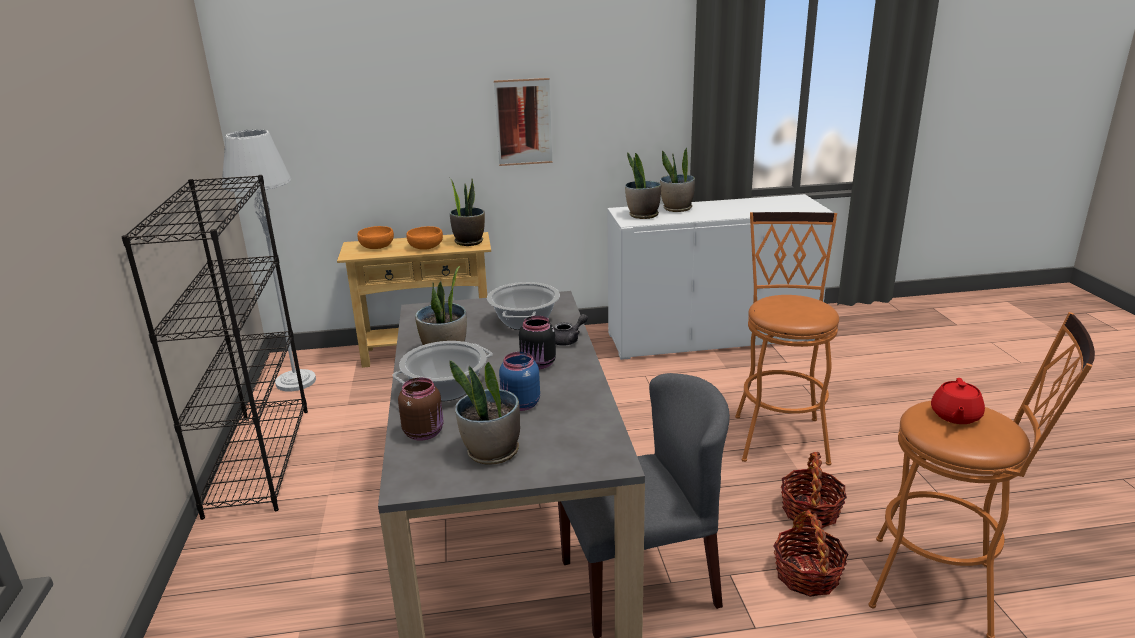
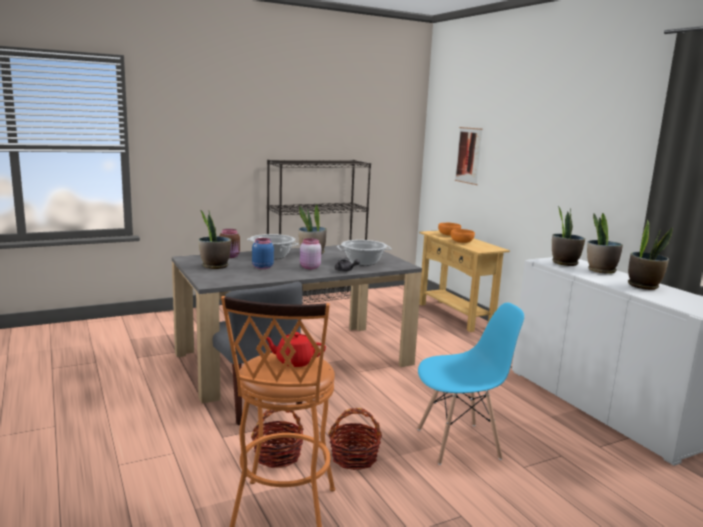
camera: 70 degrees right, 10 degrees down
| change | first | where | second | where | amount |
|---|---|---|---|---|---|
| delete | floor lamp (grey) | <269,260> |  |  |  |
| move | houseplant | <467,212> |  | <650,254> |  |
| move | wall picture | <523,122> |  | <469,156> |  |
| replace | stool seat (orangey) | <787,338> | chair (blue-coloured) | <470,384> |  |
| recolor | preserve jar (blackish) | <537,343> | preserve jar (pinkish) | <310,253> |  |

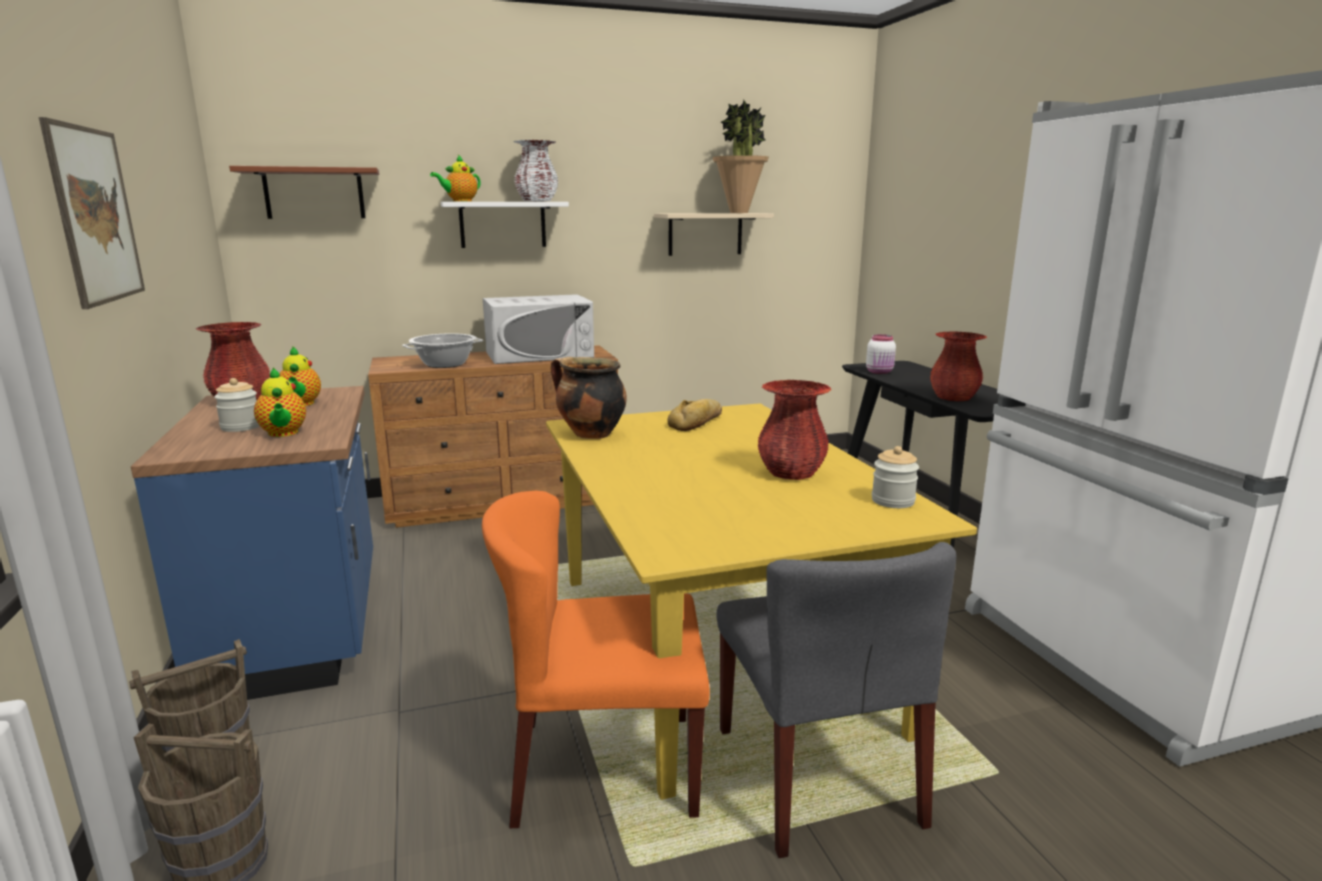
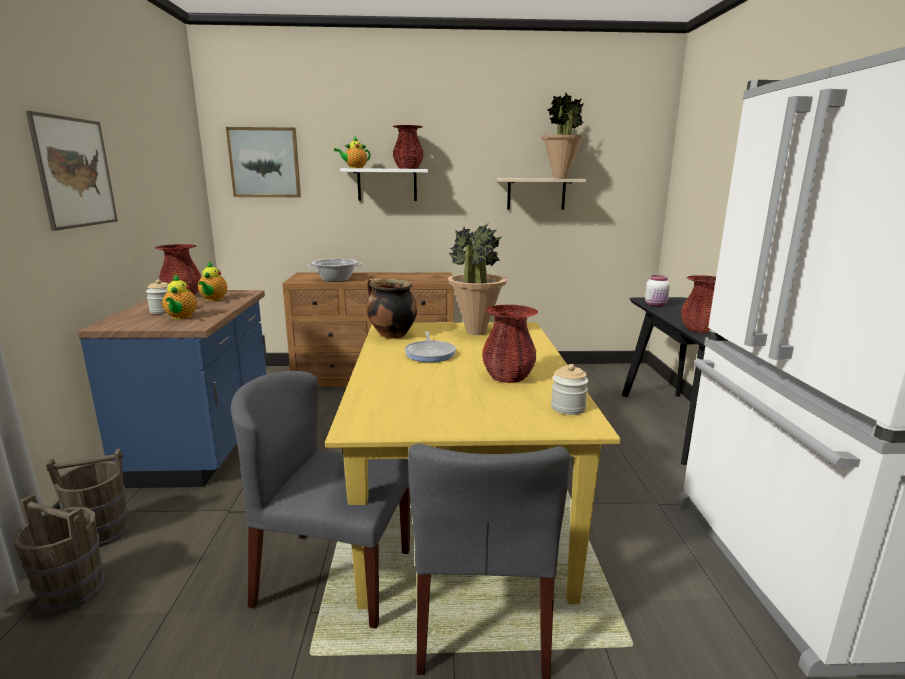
camera: 15 degrees right, 0 degrees up
| change | first | where | second | where | amount |
|---|---|---|---|---|---|
| delete | microwave (white) | <538,329> |  |  |  |
| insert |  |  | frying pan | <430,346> |  |
| replace | bracket shelf (brownish) | <304,192> | wall picture | <263,162> |  |
| replace | bakery bread | <694,415> | houseplant | <477,279> |  |
| recolor | chair (orangey) | <596,659> | chair (grey) | <320,500> |  |
| recolor | vase (white) | <535,170> | vase (reddish) | <408,147> |  |

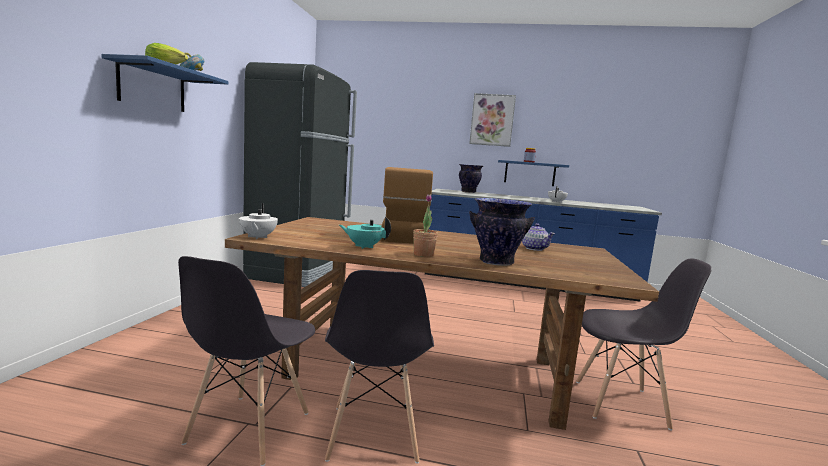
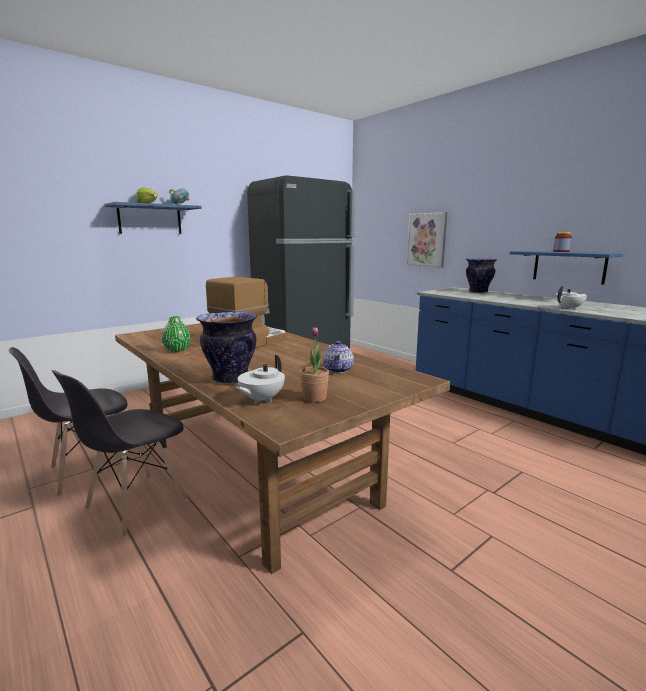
camera: 40 degrees right, 5 degrees up
| change | first | where | second | where | amount |
|---|---|---|---|---|---|
| delete | chair (grey) | <644,344> |  |  |  |
| move | pot for tea (white) | <258,221> |  | <260,379> |  |
| move | houseplant | <425,226> |  | <314,365> |  |
| move | wall picture | <492,120> |  | <427,240> |  |
| replace | pot for tea (turquoise) | <365,233> | vase (green) | <176,334> |  |

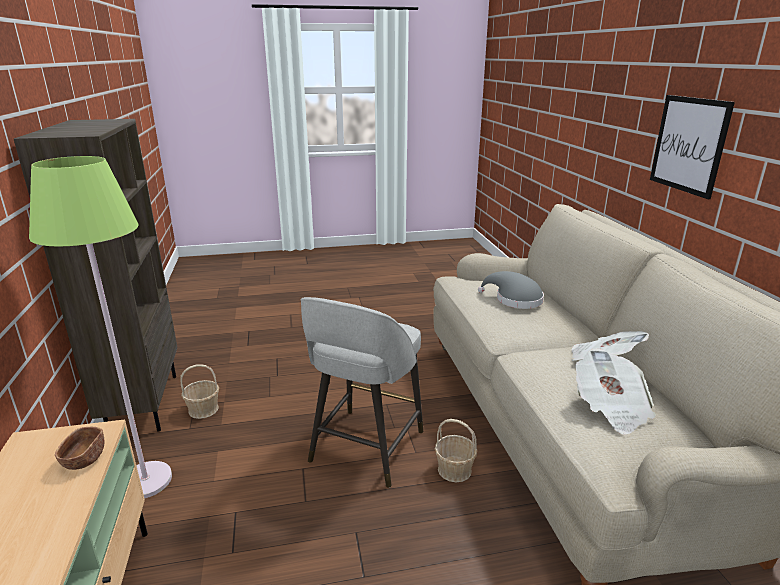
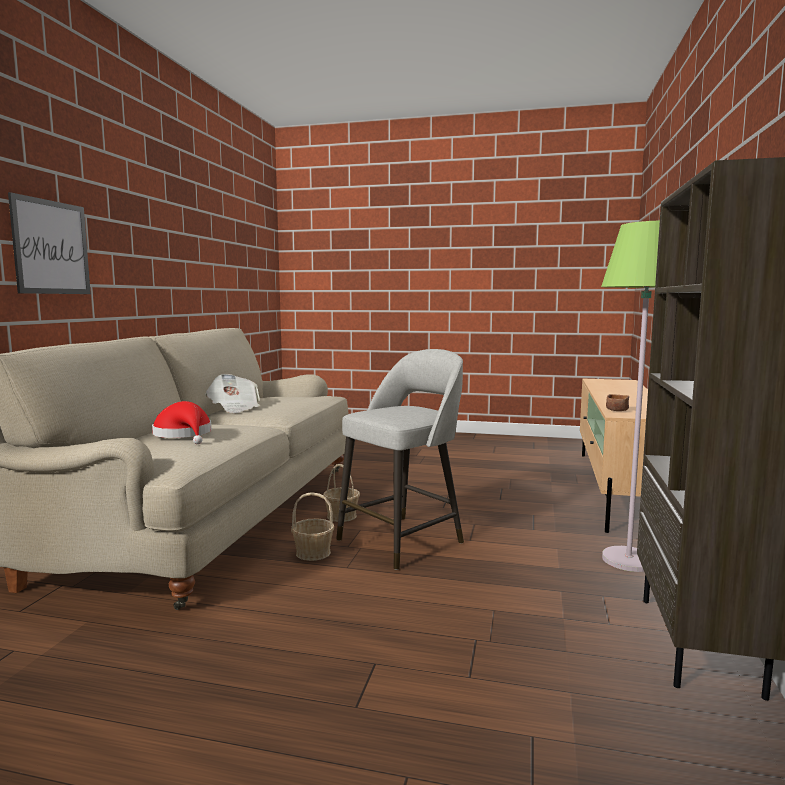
camera: 155 degrees left, 15 degrees down
| change | first | where | second | where | amount |
|---|---|---|---|---|---|
| delete | newspaper | <615,391> |  |  |  |
| move | basket | <199,391> |  | <312,526> |  |
| recolor | hat (grey) | <511,290> | hat (reddish) | <182,422> |  |

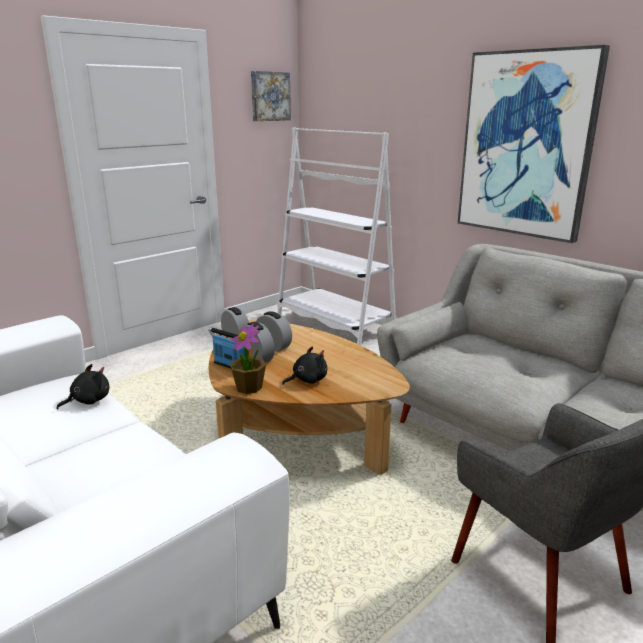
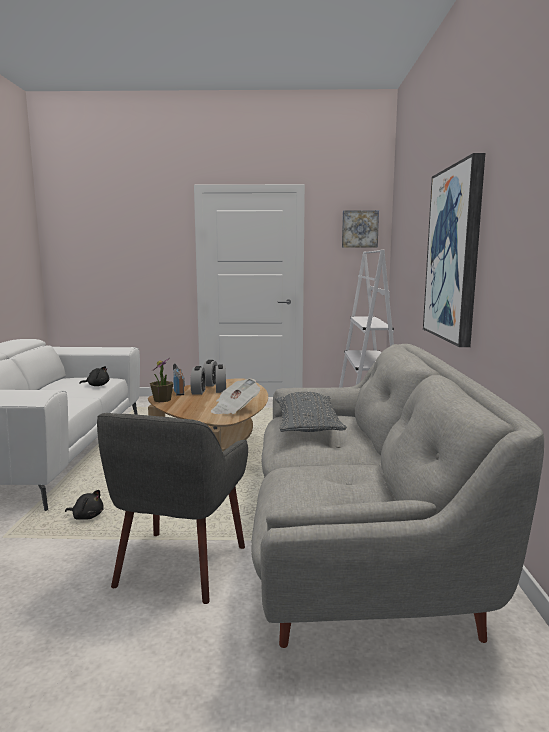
camera: 45 degrees right, 10 degrees down
| change | first | where | second | where | amount |
|---|---|---|---|---|---|
| insert |  |  | newspaper | <235,396> |  |
| insert |  |  | pillow (grey) | <311,412> |  |
| move | soft toy (blackish) | <304,365> |  | <84,505> |  |

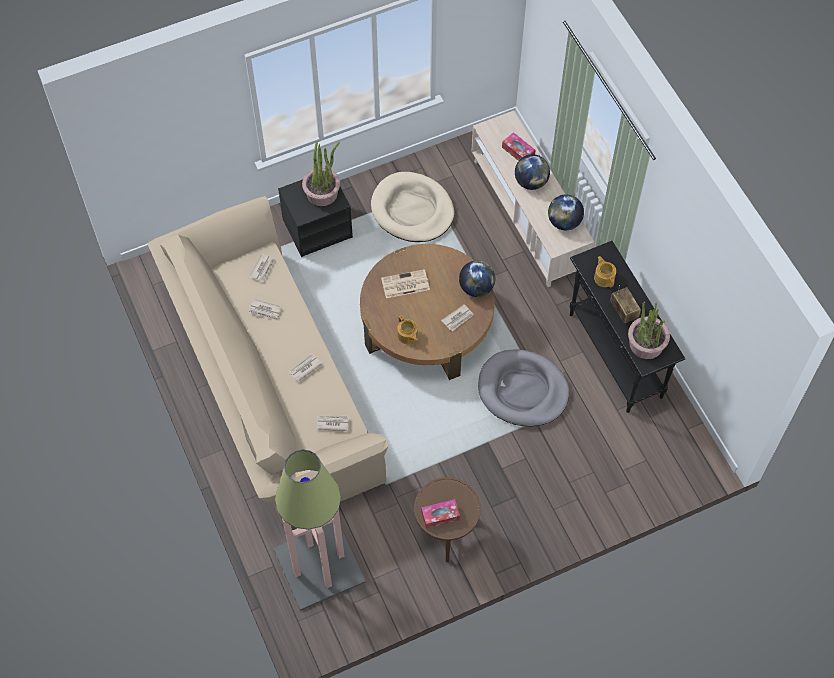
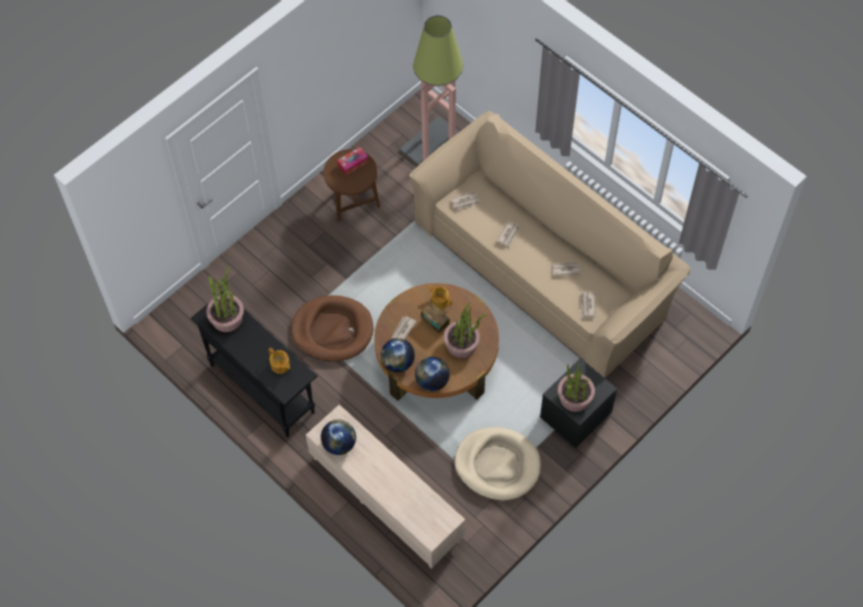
camera: 160 degrees right, 0 degrees up
| change | first | where | second | where | amount |
|---|---|---|---|---|---|
| delete | box of tissues | <518,146> |  |  |  |
| move | desk globe | <532,172> |  | <432,374> |  |
| move | radio set | <625,304> |  | <435,318> |  |
| replace | newspaper | <405,283> | houseplant | <465,330> |  |
| recolor | pet bed (grey) | <523,388> | pet bed (brownish) | <332,328> |  |

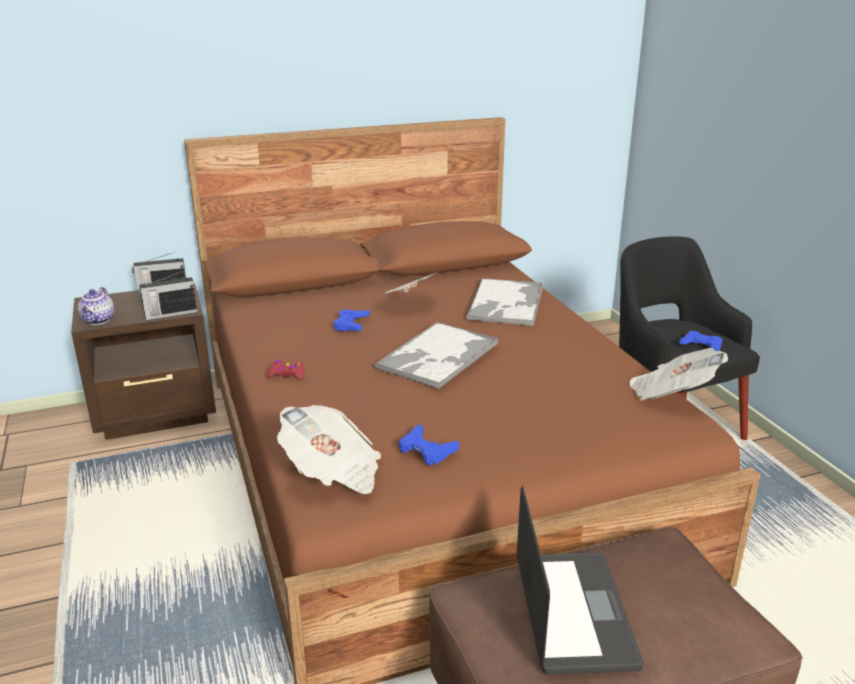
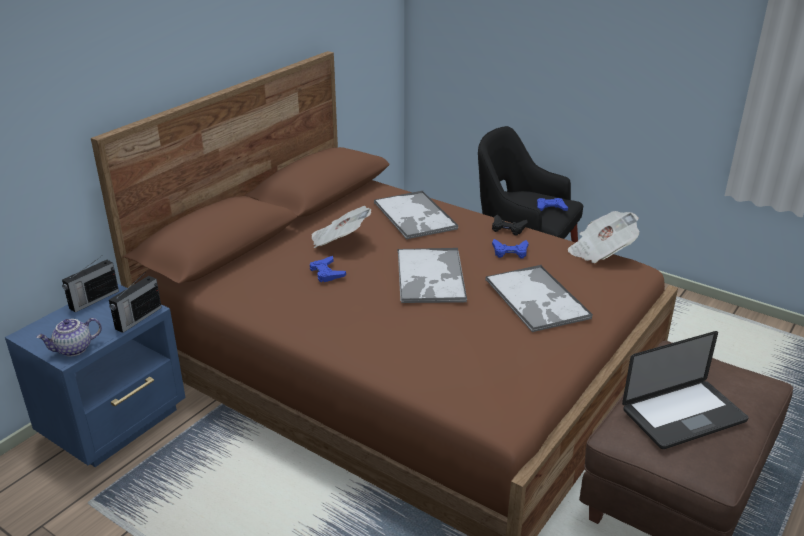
camera: 35 degrees left, 5 degrees up
| change | first | where | second | where | amount |
|---|---|---|---|---|---|
| delete | gamepad (reddish) | <285,370> |  |  |  |
| delete | newspaper | <329,449> |  |  |  |
| insert |  |  | serving tray | <539,299> |  |
| insert |  |  | gamepad (blackish) | <510,225> |  |
| move | gamepad (blue-coloured) | <429,444> |  | <510,249> |  |
| recolor | night table (brownish) | <143,361> | night table (blue-coloured) | <95,375> |  |
| rotate | pot for tea | <95,306> |  | <69,337> | 90 degrees clockwise |
| rotate | laptop | <580,580> |  | <685,390> | 105 degrees clockwise |

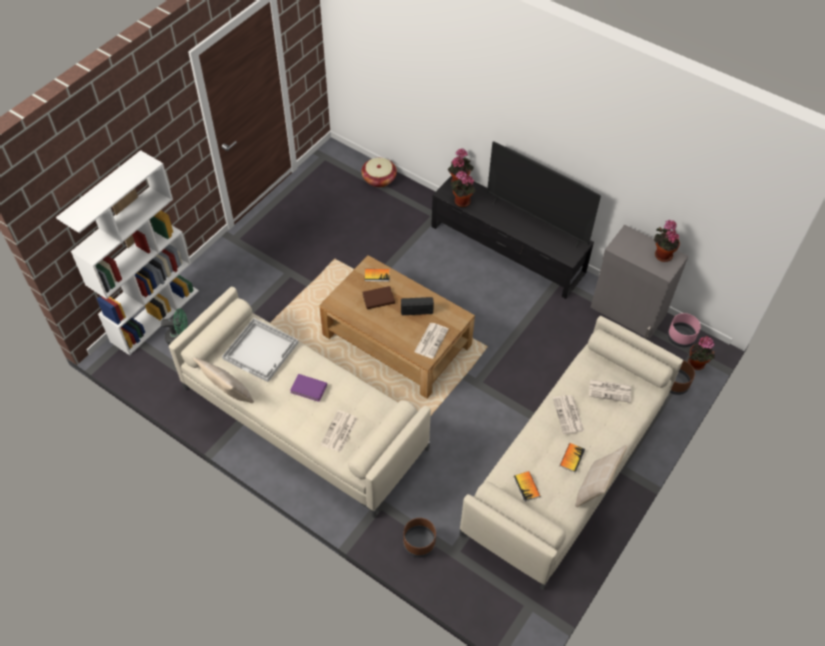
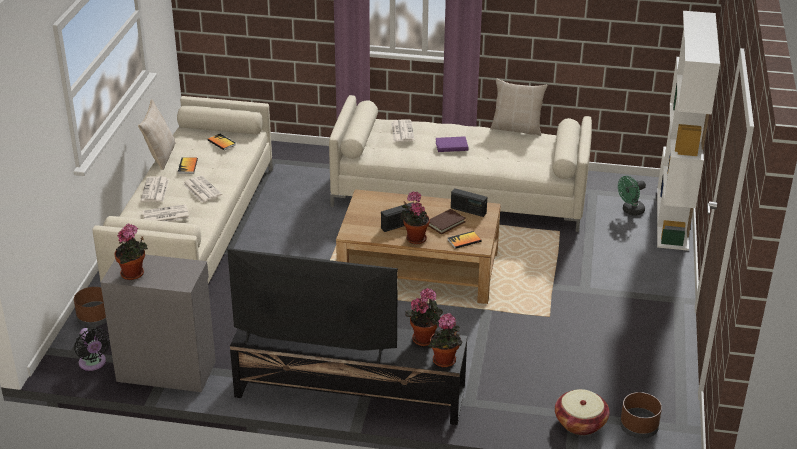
camera: 155 degrees right, 20 degrees down
| change | first | where | second | where | amount |
|---|---|---|---|---|---|
| delete | serving tray (white) | <260,350> |  |  |  |
| insert |  |  | radio set | <469,202> |  |
| move | planter (brownish) | <419,537> |  | <641,415> |  |
| move | newspaper | <431,341> |  | <155,189> |  |
| move | houseplant | <701,353> |  | <415,218> |  |
| replace | planter (pinkish) | <684,330> | fan (blackish) | <92,349> |  |

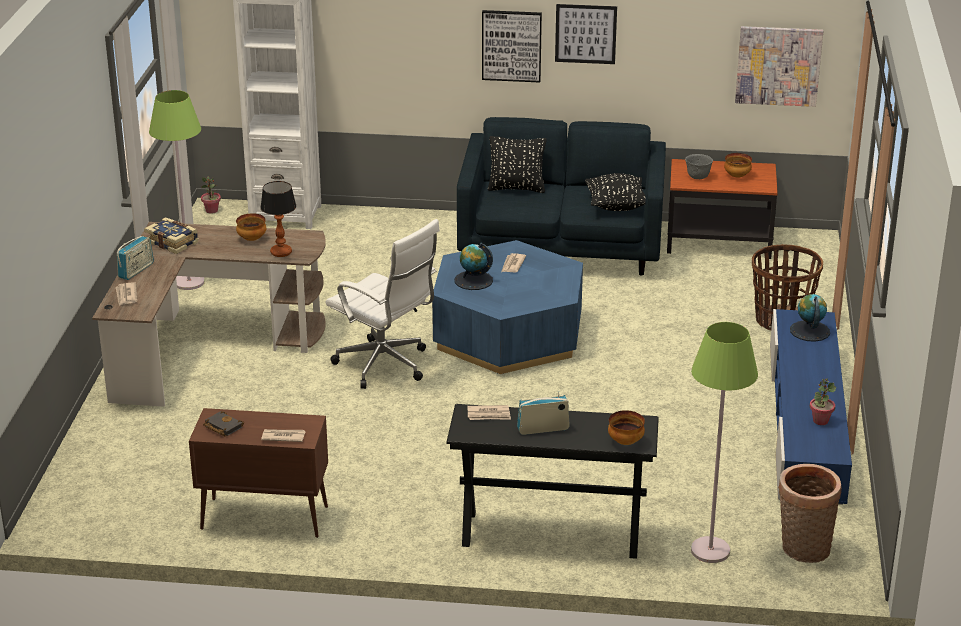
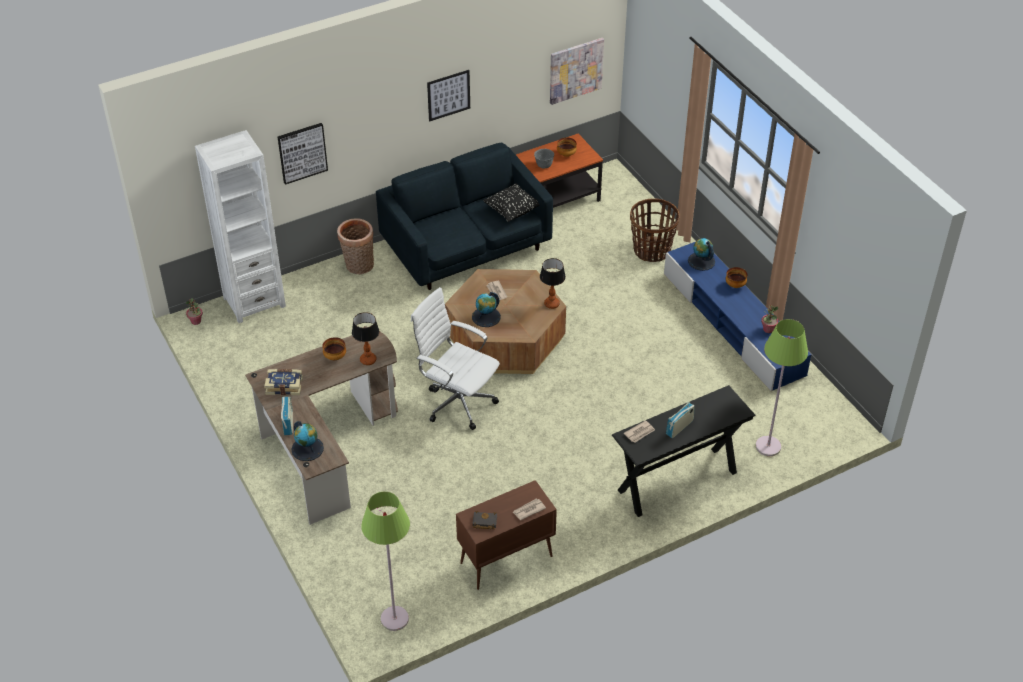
camera: 35 degrees left, 15 degrees up
| change | first | where | second | where | amount |
|---|---|---|---|---|---|
| delete | pillow (blackish) | <517,164> |  |  |  |
| insert |  |  | lamp for a table | <553,283> |  |
| move | floor lamp (green) | <177,190> |  | <385,561> |  |
| move | wall picture | <512,46> |  | <302,154> |  |
| move | bowl | <626,427> |  | <737,277> |  |
| move | basket | <810,513> |  | <355,246> |  |
| replace | newspaper | <126,294> | desk globe | <307,441> |  |
| recolor | coffee table (blue-coloured) | <507,307> | coffee table (brownish) | <505,321> |  |
| rotate | desk chair (white) | <383,304> |  | <455,358> | 150 degrees counterclockwise |

